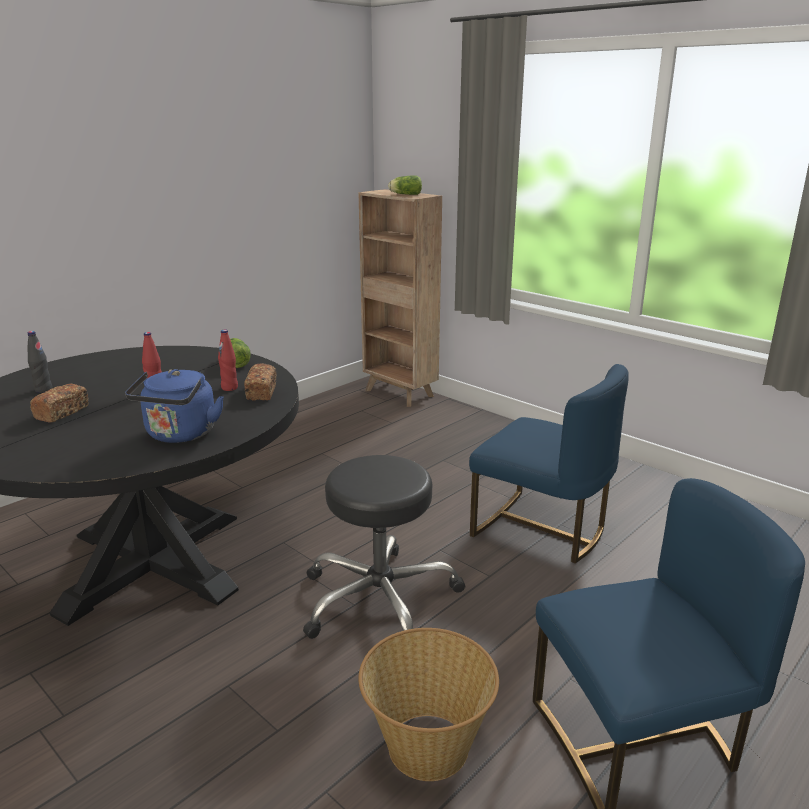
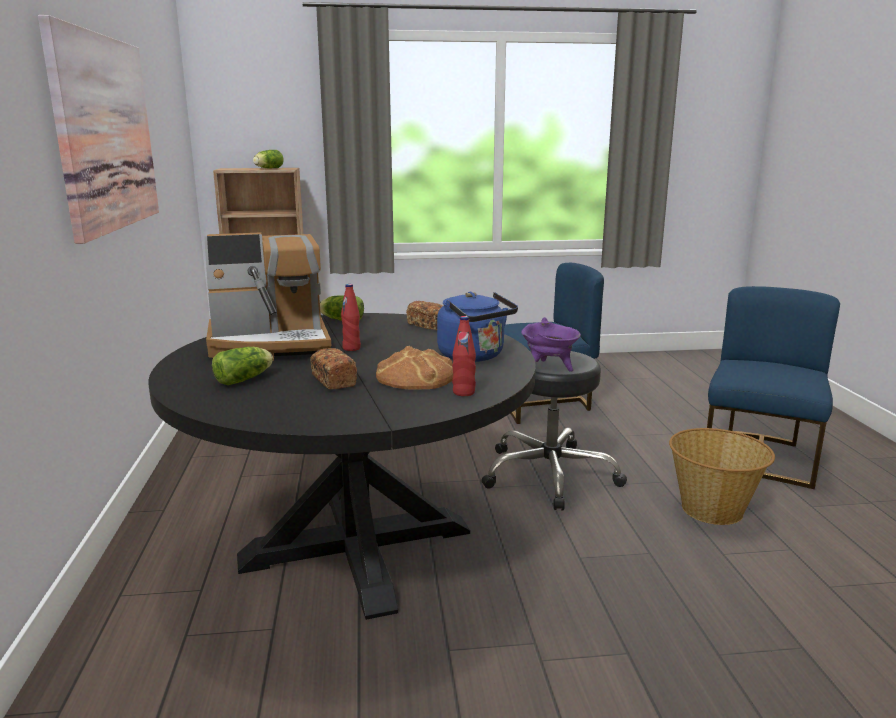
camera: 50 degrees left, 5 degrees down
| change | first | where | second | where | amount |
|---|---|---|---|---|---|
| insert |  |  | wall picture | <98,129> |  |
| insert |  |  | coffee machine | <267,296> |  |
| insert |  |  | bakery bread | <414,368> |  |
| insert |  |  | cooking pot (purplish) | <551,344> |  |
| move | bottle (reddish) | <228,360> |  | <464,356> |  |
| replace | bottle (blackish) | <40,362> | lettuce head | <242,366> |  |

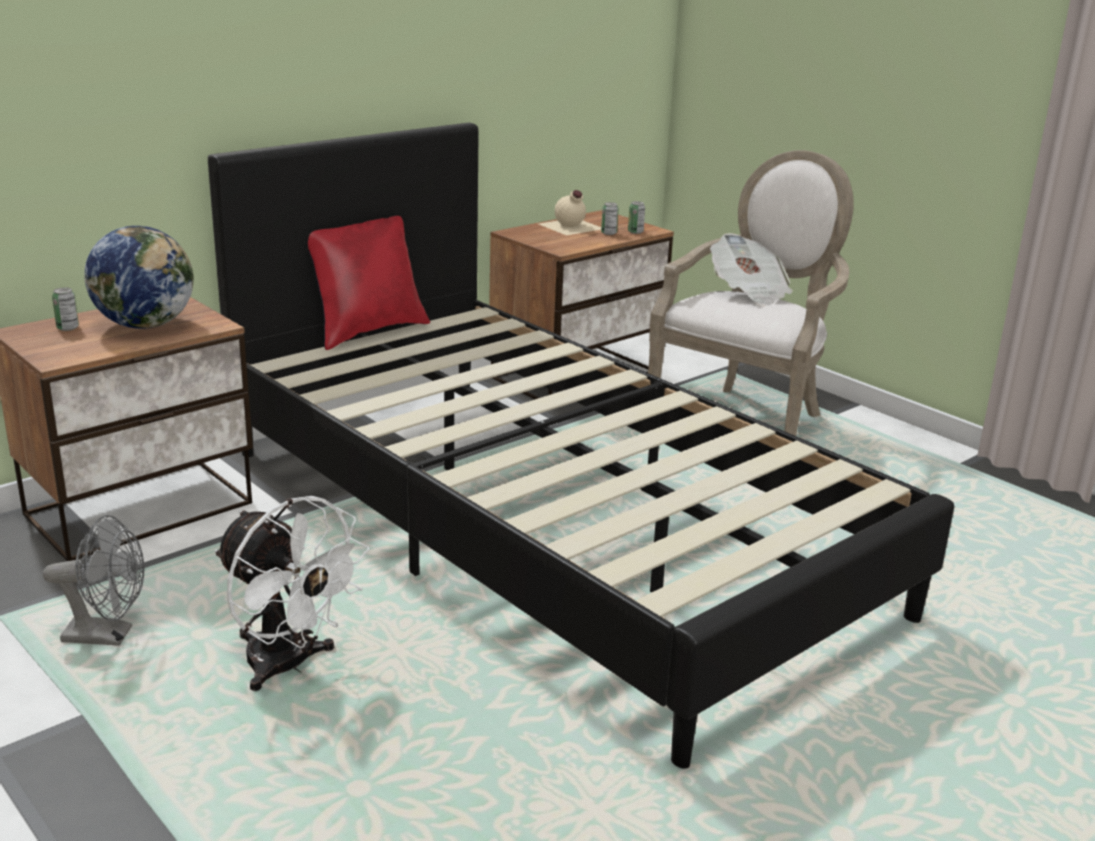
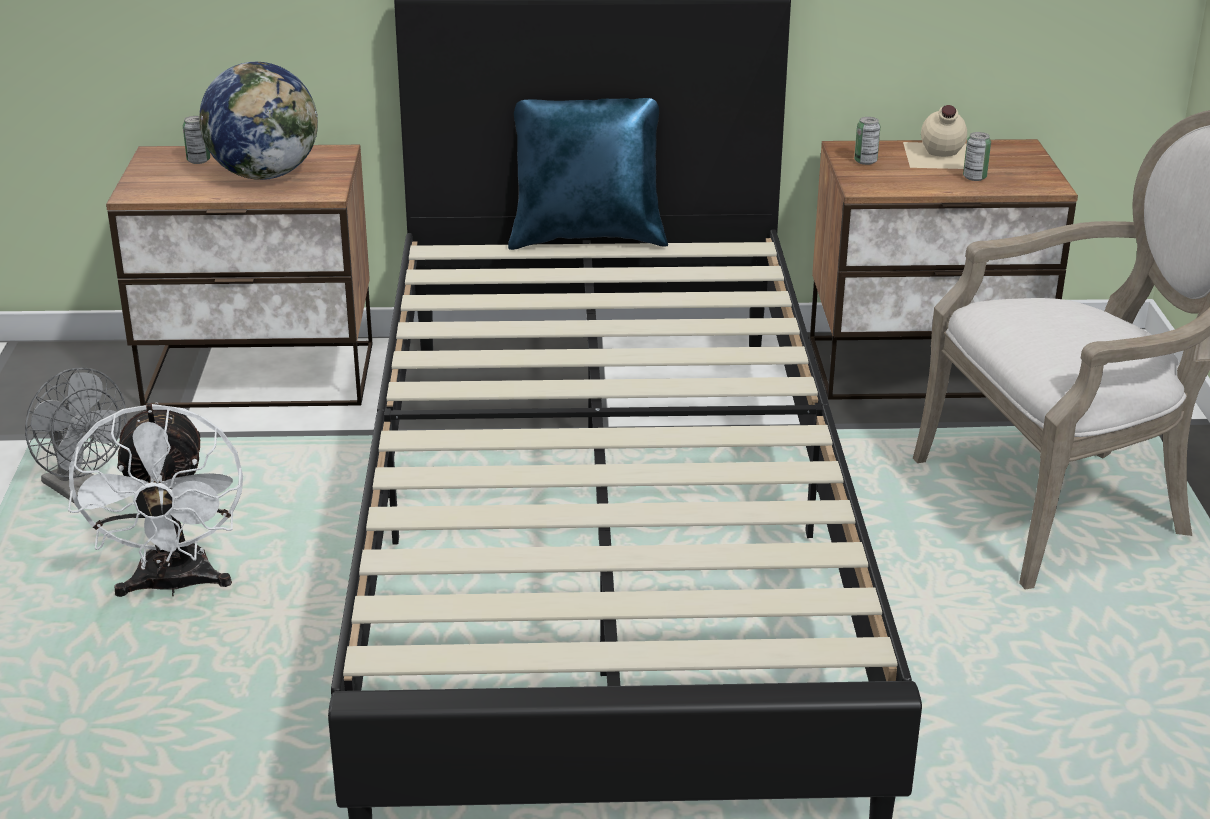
camera: 40 degrees right, 5 degrees up
| change | first | where | second | where | amount |
|---|---|---|---|---|---|
| delete | newspaper | <751,269> |  |  |  |
| move | sealed can | <636,217> |  | <867,141> |  |
| recolor | pillow (reddish) | <369,283> | pillow (blue-coloured) | <588,174> |  |

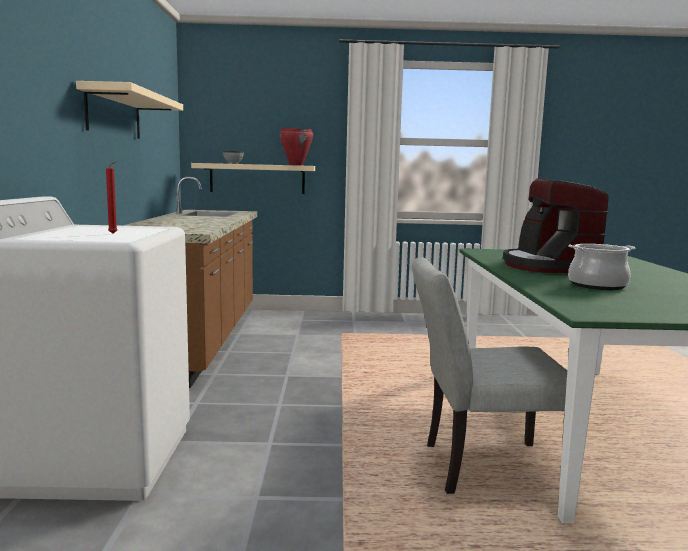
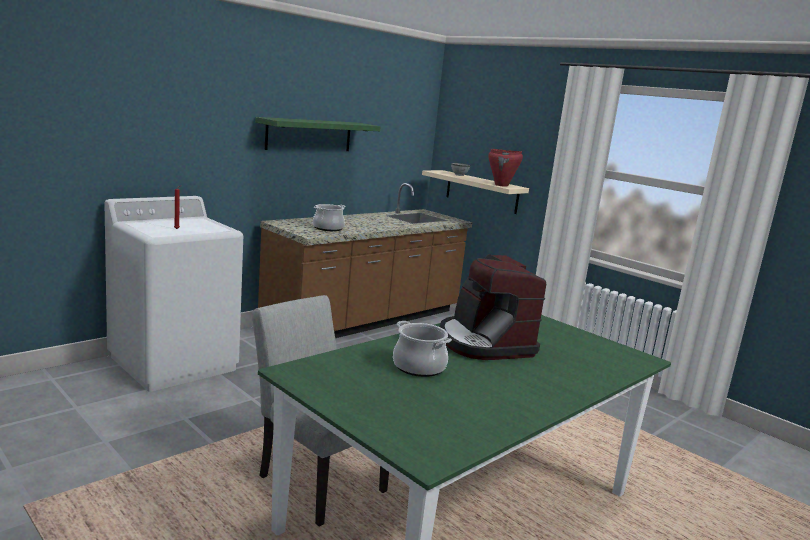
camera: 45 degrees right, 5 degrees up
| change | first | where | second | where | amount |
|---|---|---|---|---|---|
| insert |  |  | cooking pot | <329,217> |  |
| recolor | bracket shelf (beige-coloured) | <129,110> | bracket shelf (green) | <318,134> |  |
| rotate | coffee machine | <556,225> |  | <493,307> | 60 degrees counterclockwise |

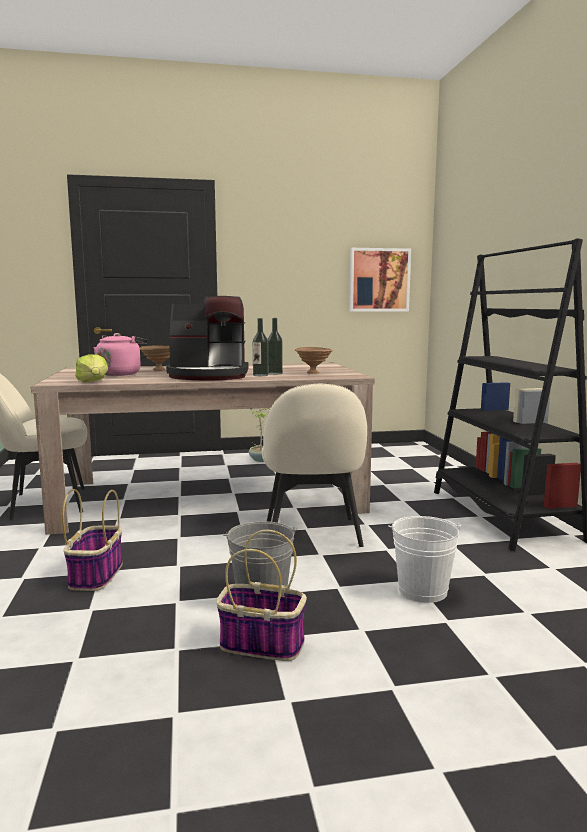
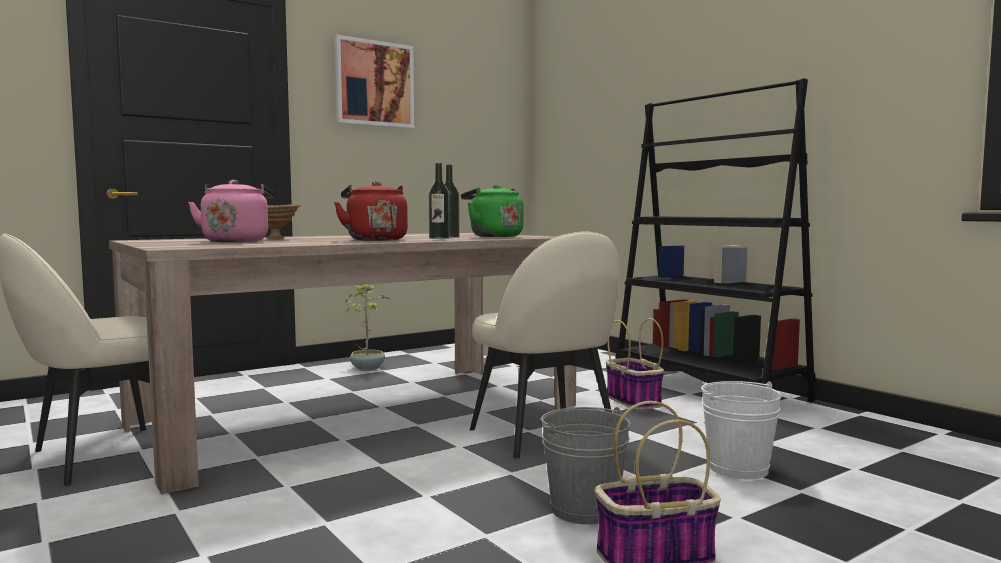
camera: 25 degrees left, 5 degrees down
| change | first | where | second | where | amount |
|---|---|---|---|---|---|
| delete | lettuce head | <91,368> |  |  |  |
| move | basket | <92,540> |  | <635,364> |  |
| move | wall picture | <380,280> |  | <374,82> |  |
| replace | coffee machine | <207,338> | tea kettle (reddish) | <371,211> |  |
| replace | bowl (brownish) | <314,360> | tea kettle (green) | <492,211> |  |

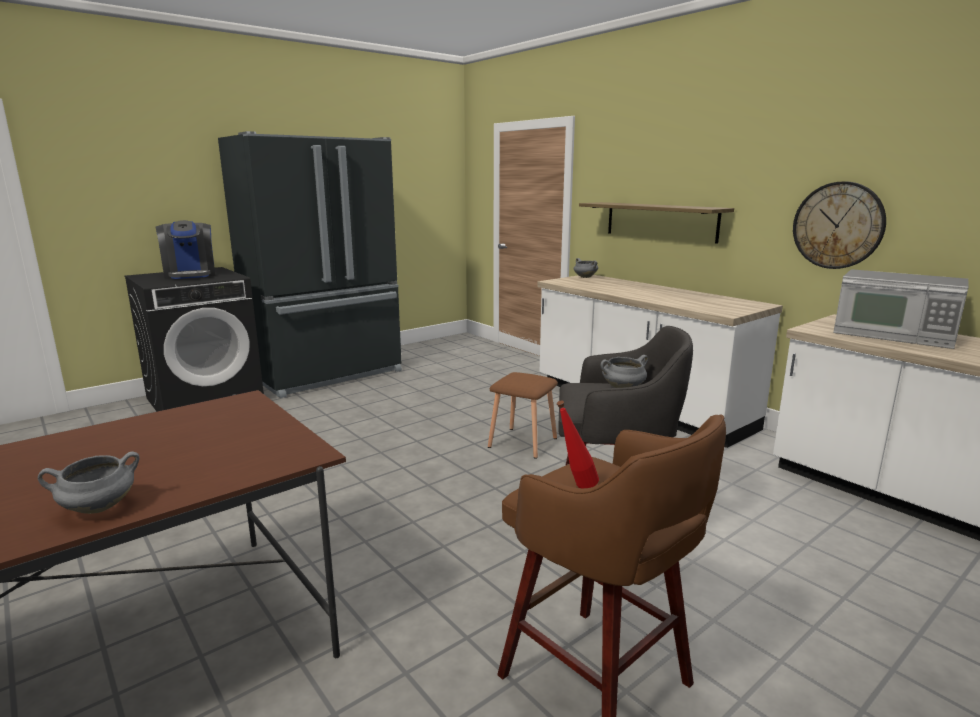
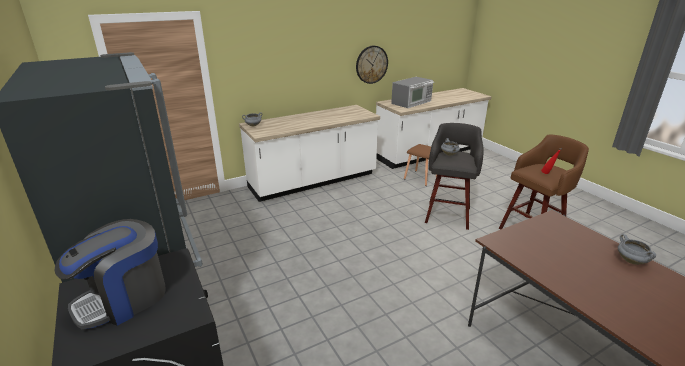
camera: 80 degrees left, 10 degrees up
| change | first | where | second | where | amount |
|---|---|---|---|---|---|
| delete | bracket shelf | <656,223> |  |  |  |
| move | stool seat (brownish) | <523,415> |  | <420,165> |  |
| rotate | coffee machine | <185,249> |  | <110,274> | 150 degrees clockwise |

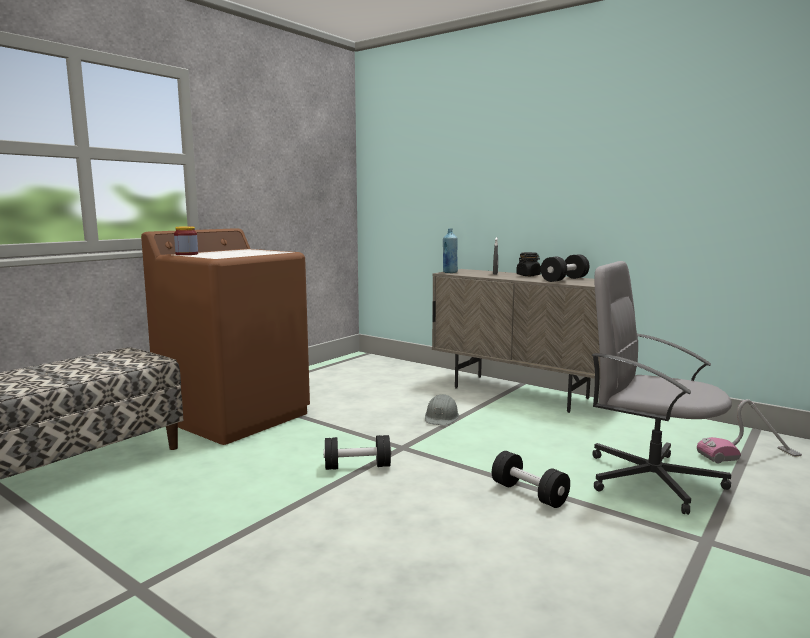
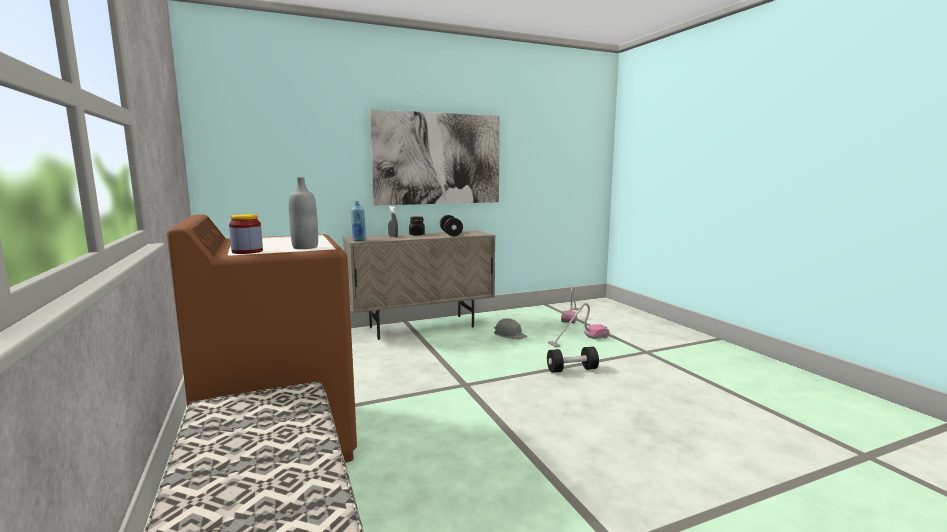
camera: 60 degrees left, 0 degrees up
| change | first | where | second | where | amount |
|---|---|---|---|---|---|
| delete | hand weight (blackish) | <357,452> |  |  |  |
| insert |  |  | bottle (grey) | <303,213> |  |
| insert |  |  | wall picture | <435,157> |  |
| move | hard hat (grey) | <442,409> |  | <510,329> |  |
| replace | desk chair (grey) | <661,388> | vacuum cleaner | <579,325> |  |

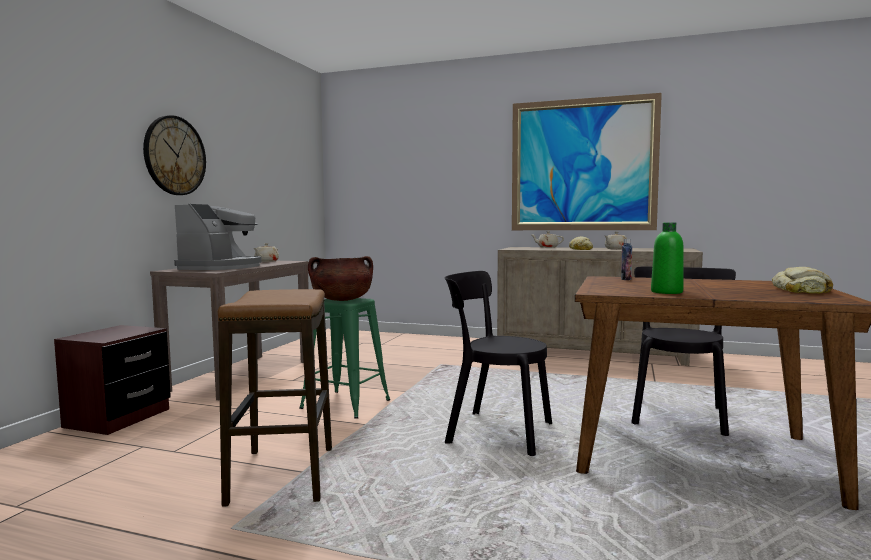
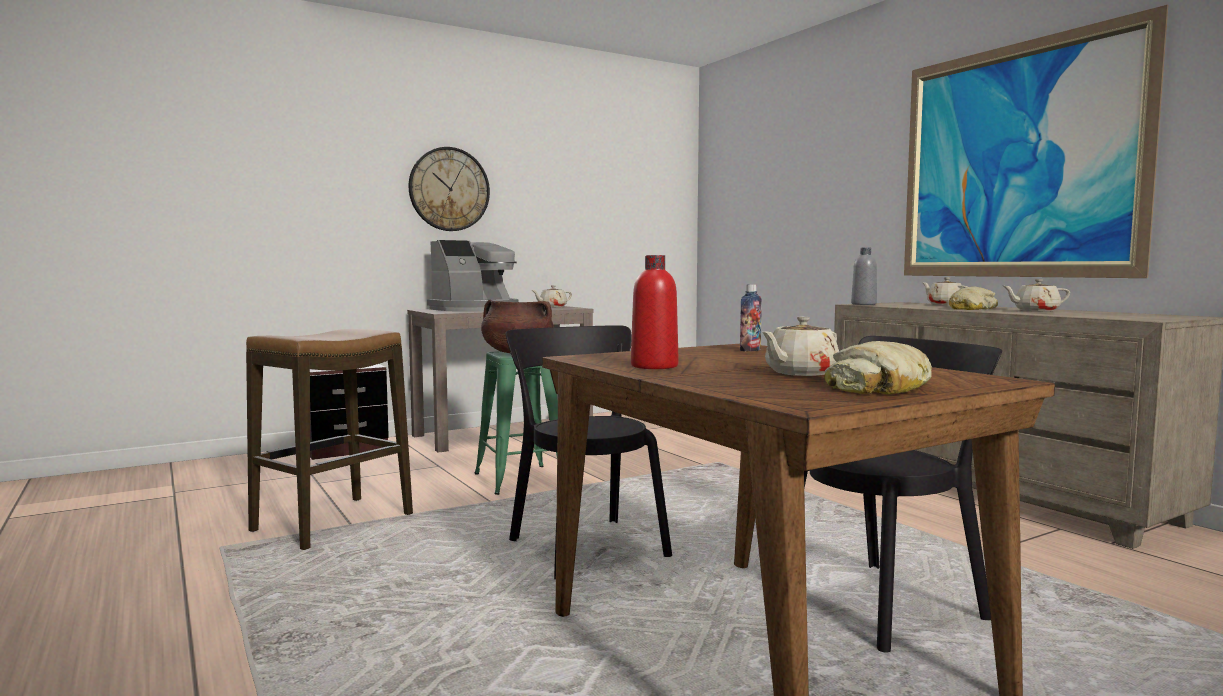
camera: 40 degrees right, 0 degrees up
| change | first | where | second | where | amount |
|---|---|---|---|---|---|
| insert |  |  | pot for tea (beige-coloured) | <800,346> |  |
| insert |  |  | bottle (grey) | <864,276> |  |
| recolor | bottle (green) | <667,258> | bottle (reddish) | <654,312> |  |

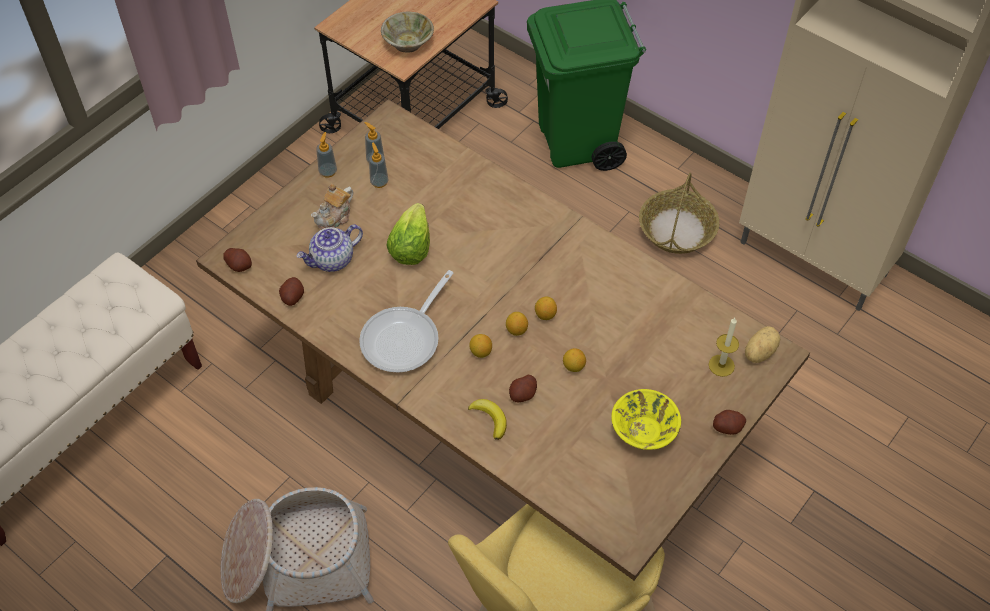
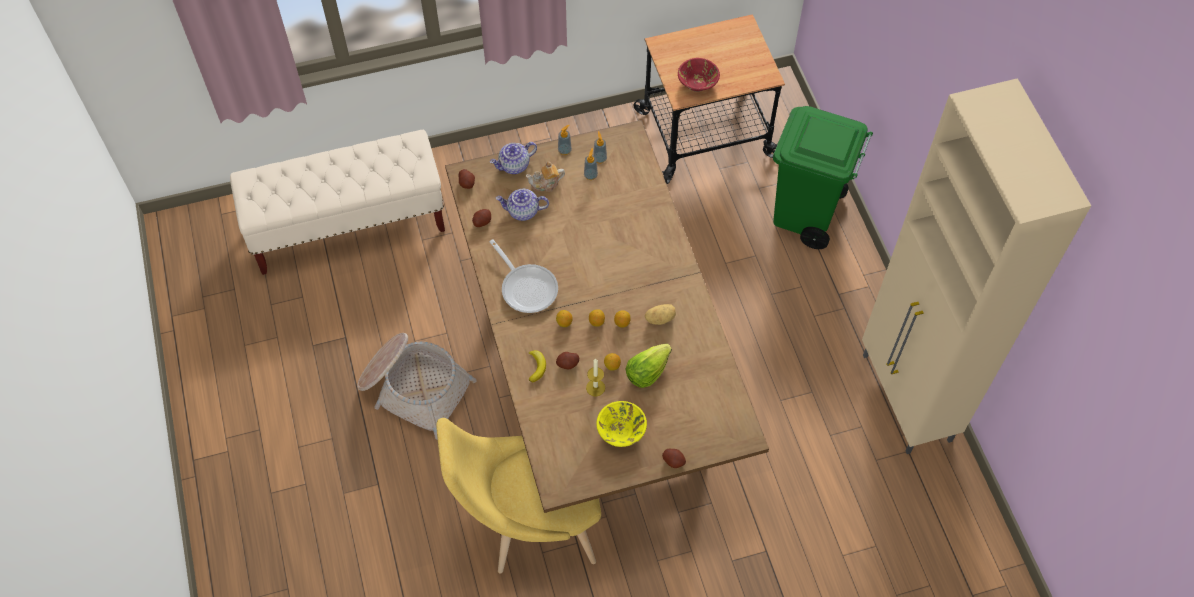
camera: 35 degrees right, 5 degrees up
| change | first | where | second | where | amount |
|---|---|---|---|---|---|
| delete | basket | <679,213> |  |  |  |
| insert |  |  | pot for tea | <513,158> |  |
| move | lettuce head | <408,234> |  | <649,365> |  |
| move | wax light | <723,347> |  | <595,377> |  |
| move | spud | <762,344> |  | <660,314> |  |
| recolor | bowl (beige-coloured) | <407,32> | bowl (reddish) | <699,75> |  |
| rotate | frying pan | <406,321> |  | <524,276> | 105 degrees counterclockwise |

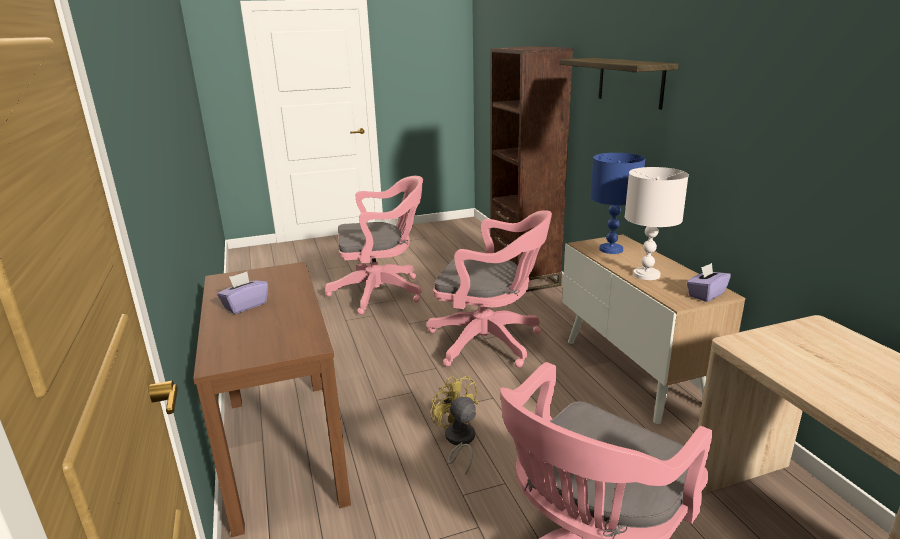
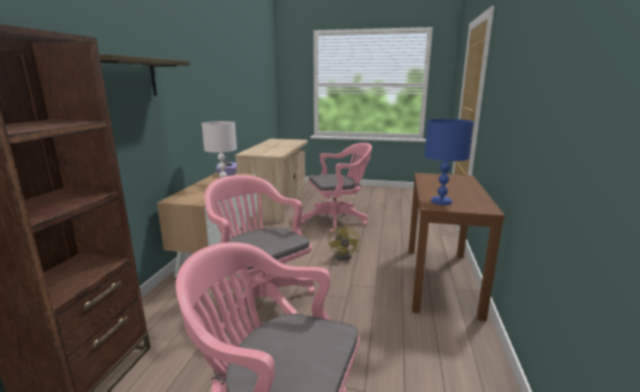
camera: 150 degrees left, 5 degrees down
| change | first | where | second | where | amount |
|---|---|---|---|---|---|
| delete | box of tissues (purplish) | <242,293> |  |  |  |
| move | lamp for a table (blue-coloured) | <617,203> |  | <449,162> |  |

